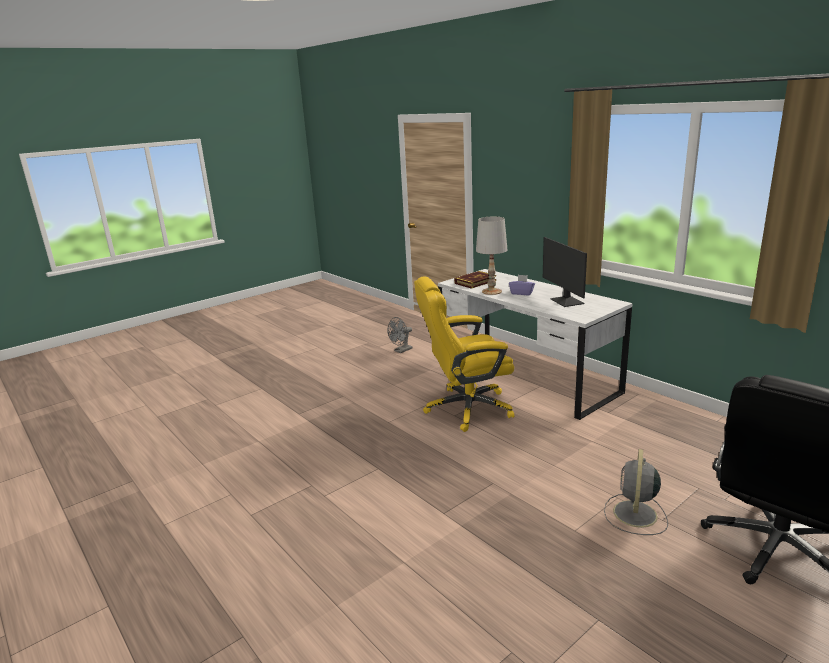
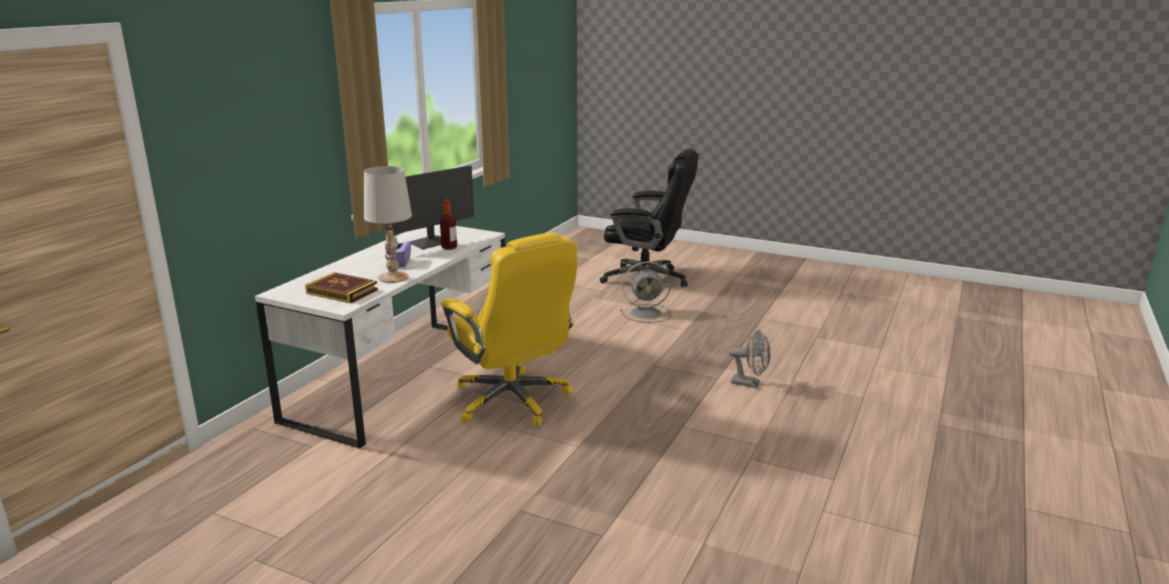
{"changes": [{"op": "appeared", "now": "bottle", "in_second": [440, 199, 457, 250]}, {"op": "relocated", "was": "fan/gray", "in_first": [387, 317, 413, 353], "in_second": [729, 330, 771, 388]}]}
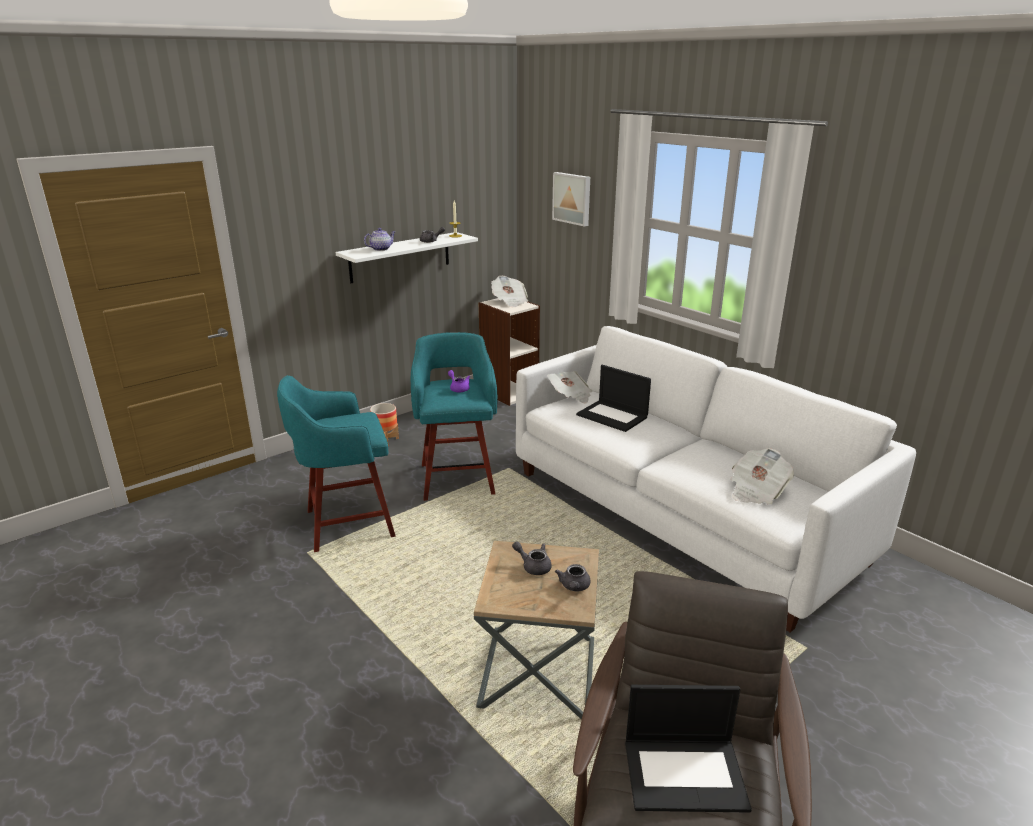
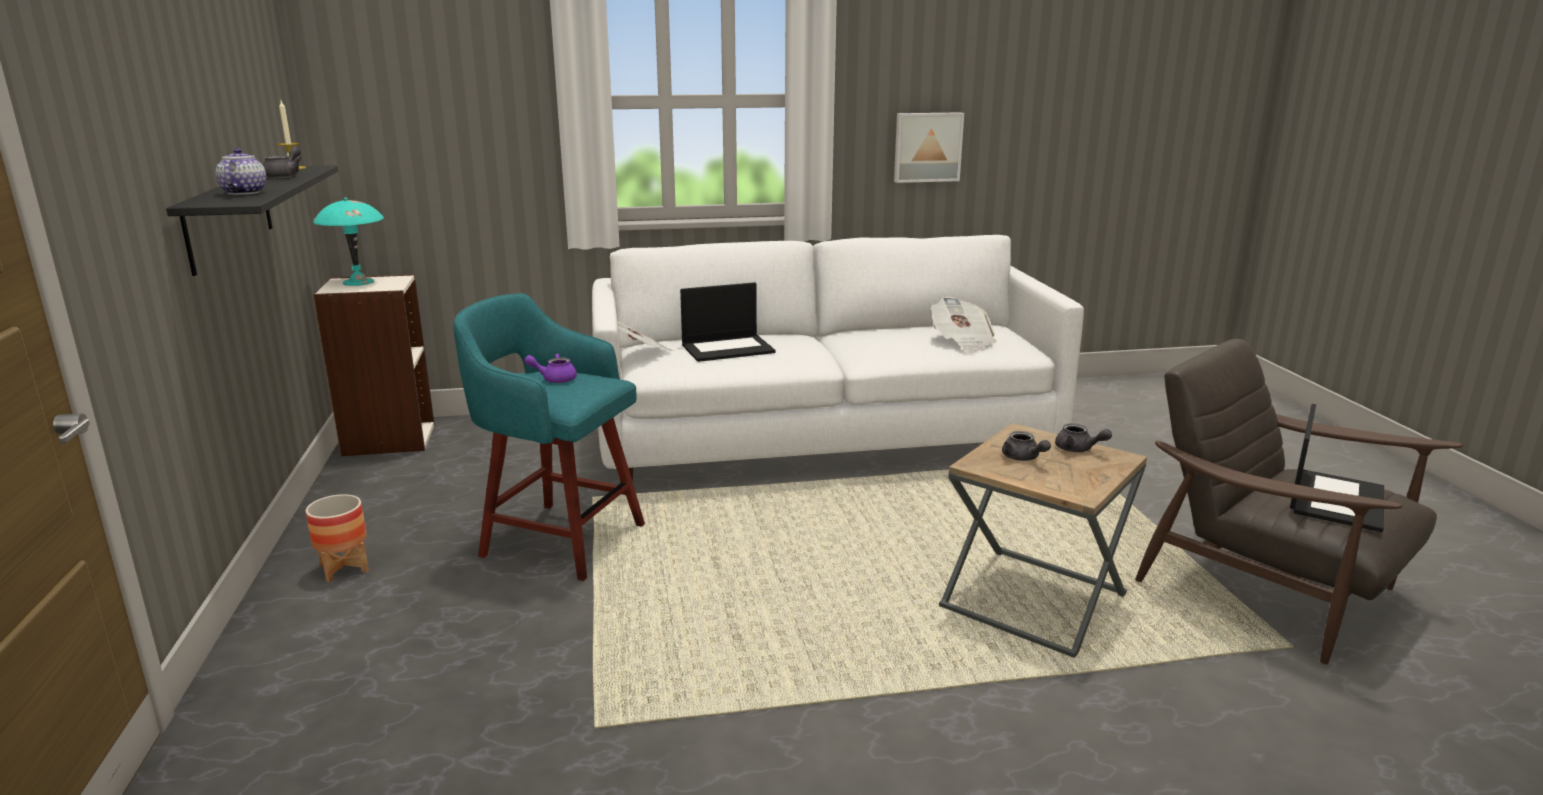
{"changes": [{"op": "missing", "was": "stool seat/turquoise", "in_first": [277, 375, 396, 552]}, {"op": "relocated", "was": "wall art", "in_first": [552, 172, 590, 226], "in_second": [894, 112, 964, 183]}, {"op": "exchanged", "was": "daily paper", "now": "lamp for a table/turquoise", "in_first": [491, 276, 528, 308], "in_second": [313, 197, 384, 286]}, {"op": "colour", "was": "wall shelf/whitish", "now": "wall shelf/black-coloured", "in_first": [336, 232, 478, 283], "in_second": [166, 165, 338, 276]}, {"op": "spun", "was": "pot for tea/gray", "in_first": [512, 541, 552, 575], "in_second": [1002, 431, 1051, 461], "clockwise": -90}]}
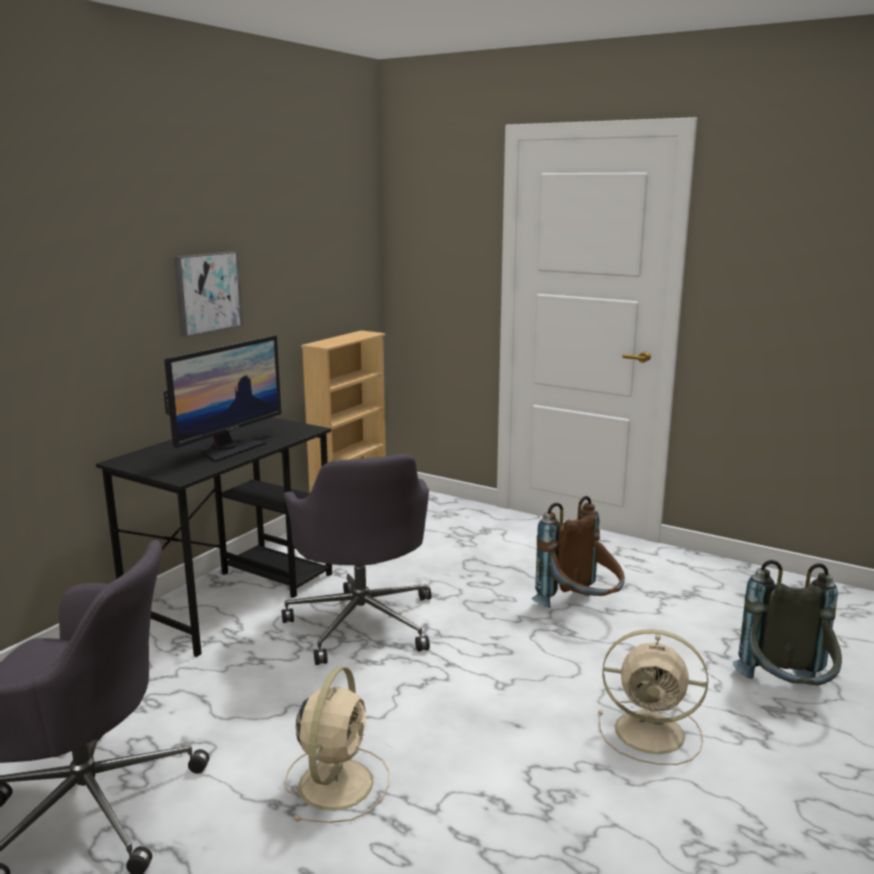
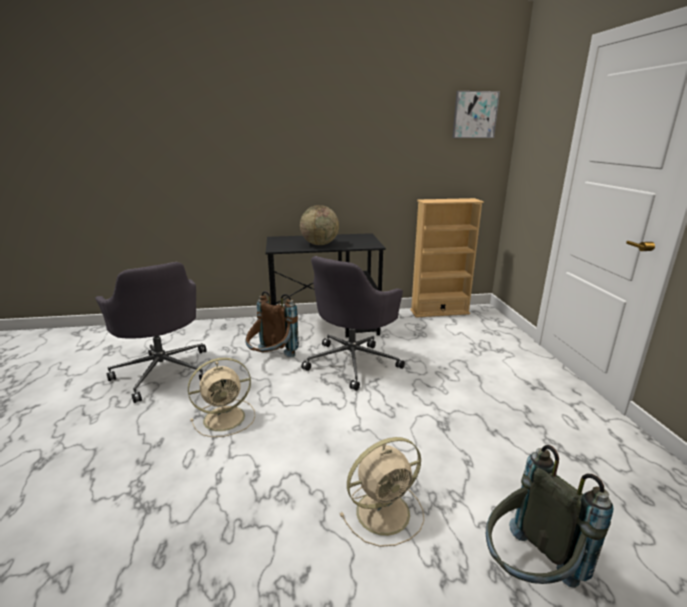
{"changes": [{"op": "relocated", "was": "wall art", "in_first": [174, 251, 243, 337], "in_second": [452, 91, 500, 138]}, {"op": "relocated", "was": "rucksack/brown", "in_first": [532, 496, 625, 608], "in_second": [246, 291, 299, 357]}, {"op": "exchanged", "was": "computer screen", "now": "desk globe", "in_first": [164, 336, 281, 462], "in_second": [300, 205, 339, 245]}, {"op": "spun", "was": "fan/beige-coloured", "in_first": [598, 629, 708, 765], "in_second": [340, 437, 424, 547], "clockwise": -90}]}
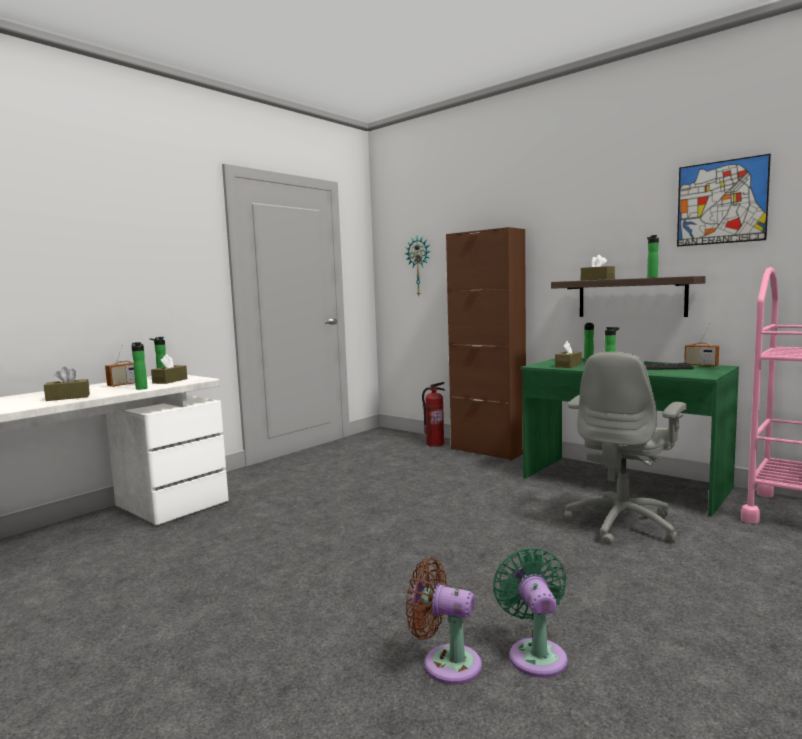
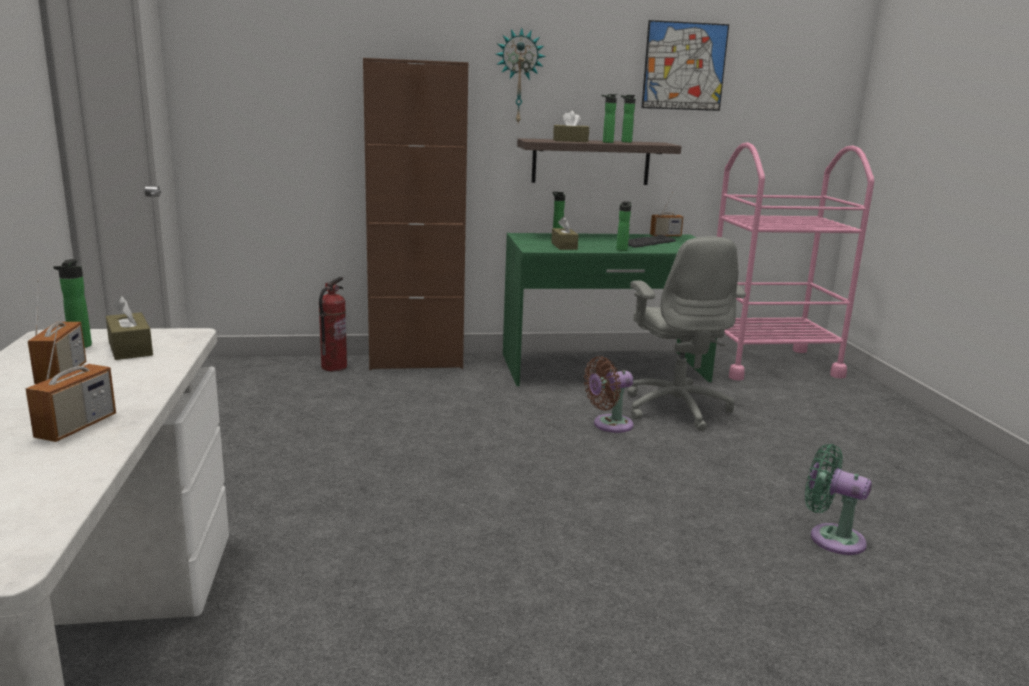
{"changes": [{"op": "relocated", "was": "bottle", "in_first": [131, 342, 148, 390], "in_second": [602, 94, 617, 143]}, {"op": "relocated", "was": "clock on the wall", "in_first": [405, 237, 431, 296], "in_second": [496, 28, 546, 123]}, {"op": "relocated", "was": "fan/brown", "in_first": [406, 558, 482, 685], "in_second": [584, 356, 634, 433]}, {"op": "exchanged", "was": "tissue holder/brown", "now": "radio receiver", "in_first": [44, 367, 90, 401], "in_second": [25, 314, 116, 442]}]}
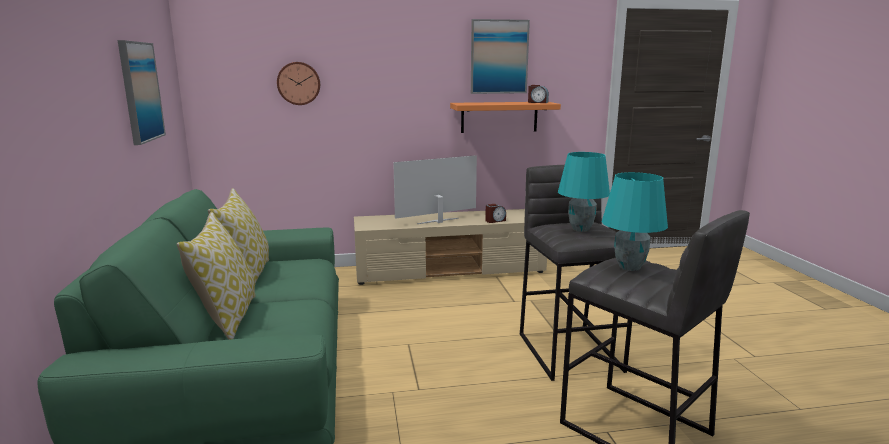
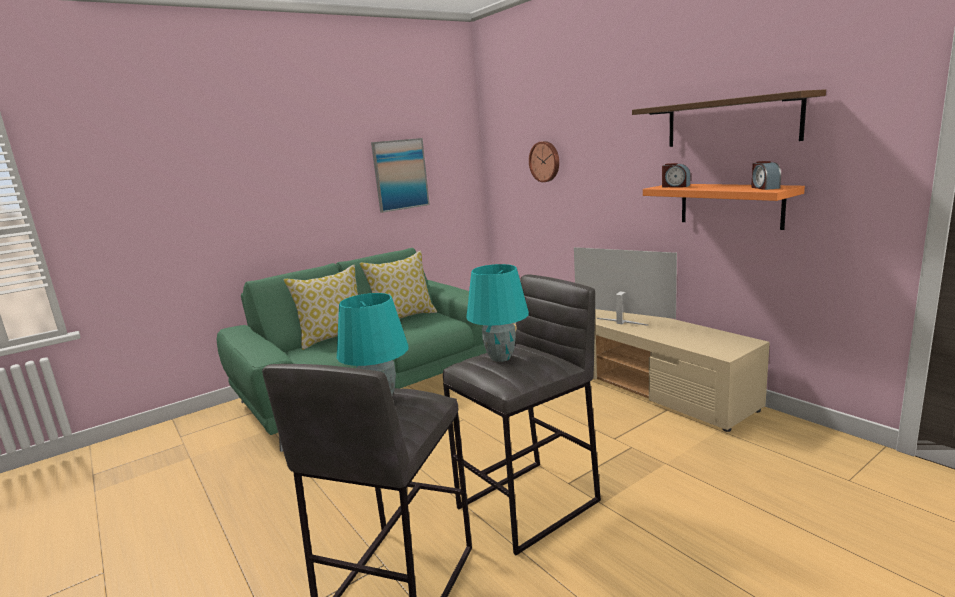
{"changes": [{"op": "relocated", "was": "alarm clock", "in_first": [485, 204, 506, 223], "in_second": [662, 163, 690, 187]}, {"op": "exchanged", "was": "wall art", "now": "wall shelf/brown", "in_first": [471, 19, 530, 94], "in_second": [632, 89, 826, 147]}]}
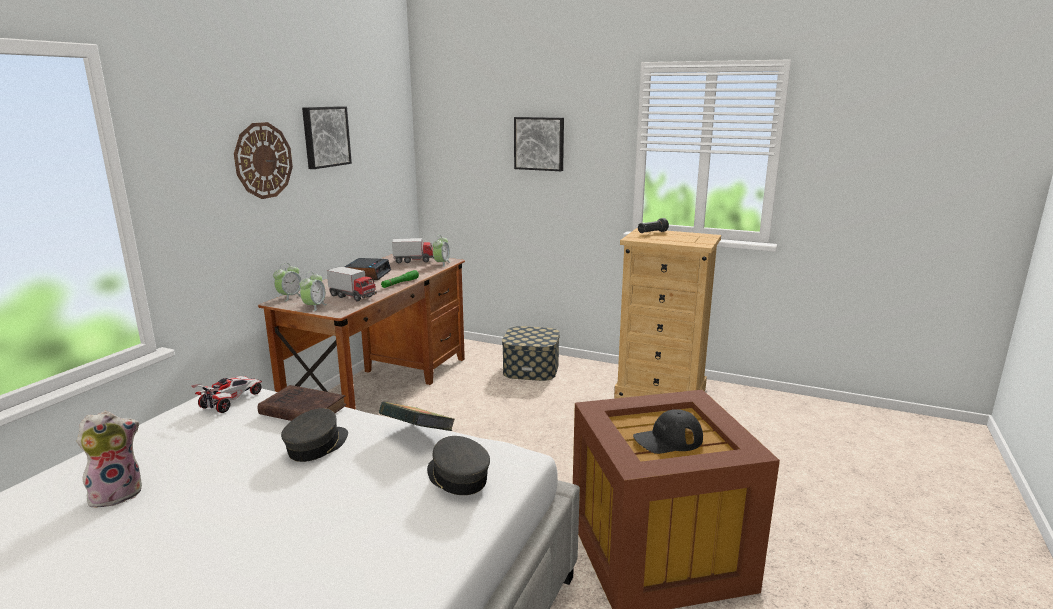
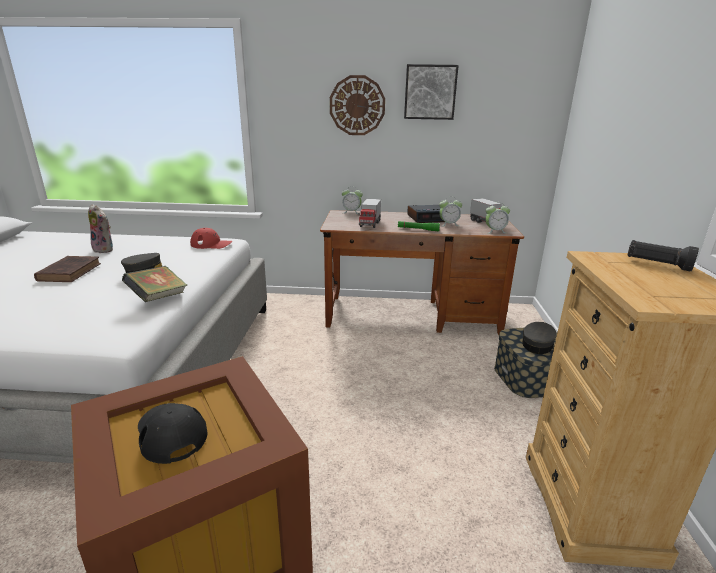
{"changes": [{"op": "missing", "was": "wall art", "in_first": [514, 117, 564, 171]}, {"op": "relocated", "was": "bound book/brown", "in_first": [258, 385, 346, 421], "in_second": [34, 256, 101, 282]}, {"op": "relocated", "was": "alarm clock", "in_first": [299, 271, 327, 312], "in_second": [439, 196, 462, 226]}, {"op": "relocated", "was": "cap/gray", "in_first": [427, 436, 490, 495], "in_second": [522, 322, 557, 354]}, {"op": "exchanged", "was": "model car", "now": "cap/reddish", "in_first": [191, 376, 262, 413], "in_second": [190, 228, 232, 249]}]}
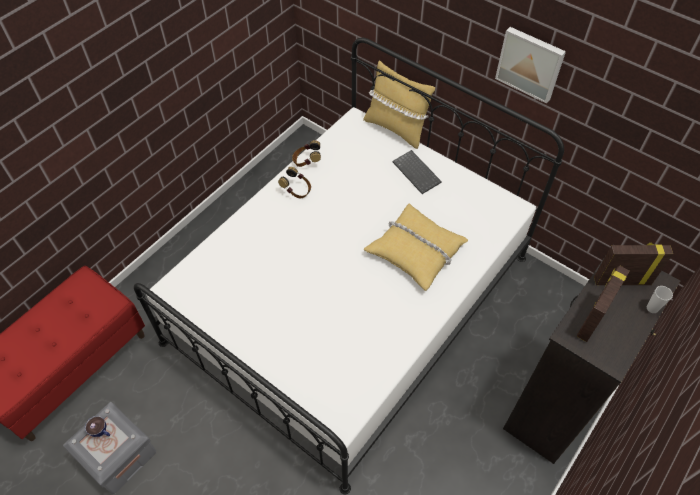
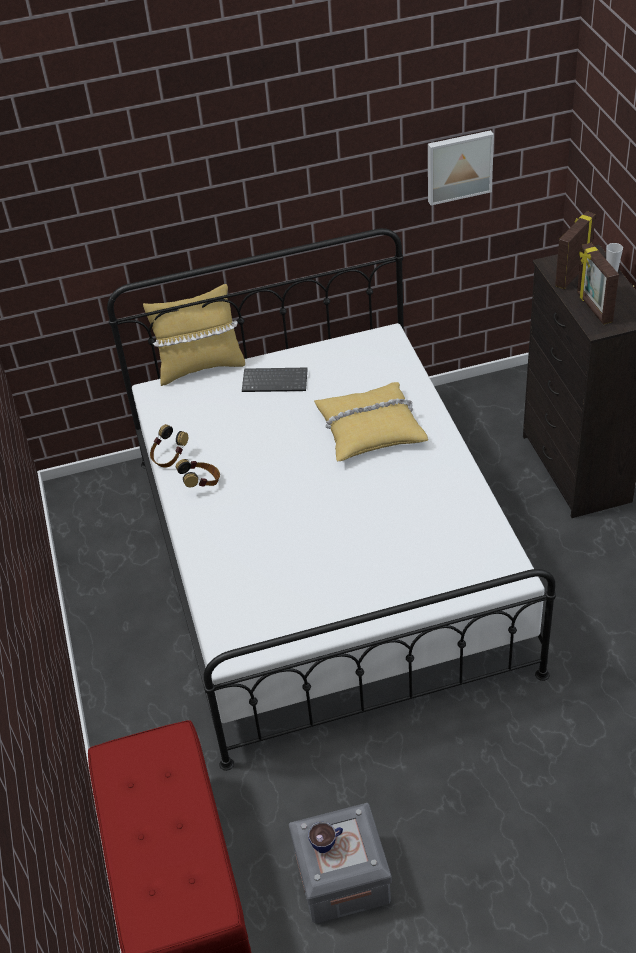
{"changes": [{"op": "relocated", "was": "wall art", "in_first": [495, 27, 566, 104], "in_second": [428, 130, 494, 205]}]}
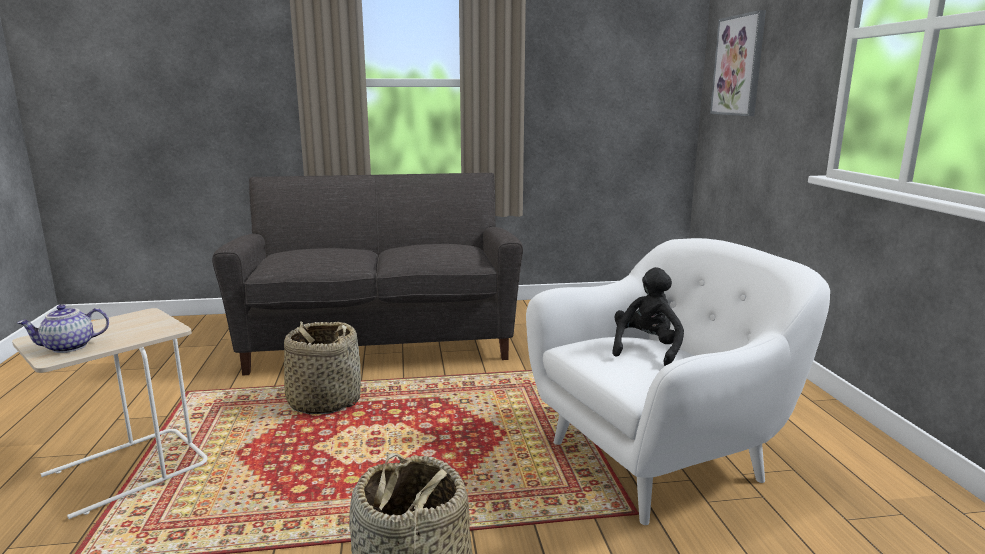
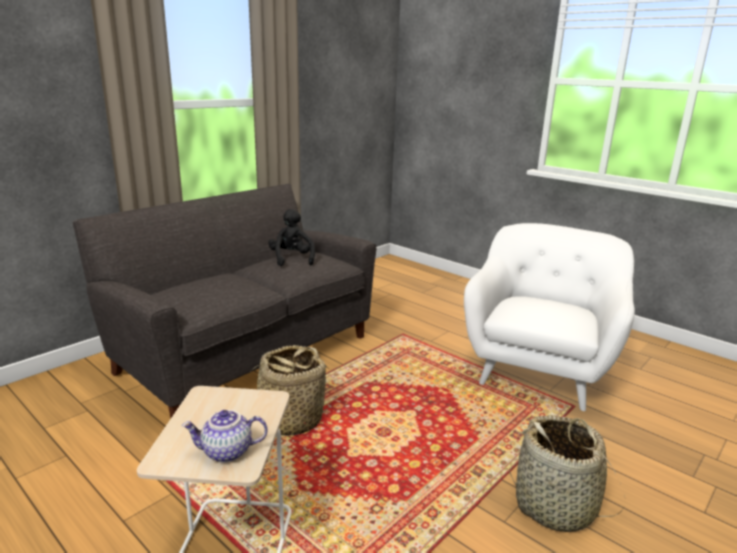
{"changes": [{"op": "missing", "was": "wall art", "in_first": [710, 10, 766, 116]}, {"op": "relocated", "was": "cuddly toy/black-coloured", "in_first": [612, 267, 684, 366], "in_second": [268, 209, 315, 266]}, {"op": "spun", "was": "pot for tea", "in_first": [17, 305, 109, 353], "in_second": [182, 410, 268, 463], "clockwise": 60}]}
